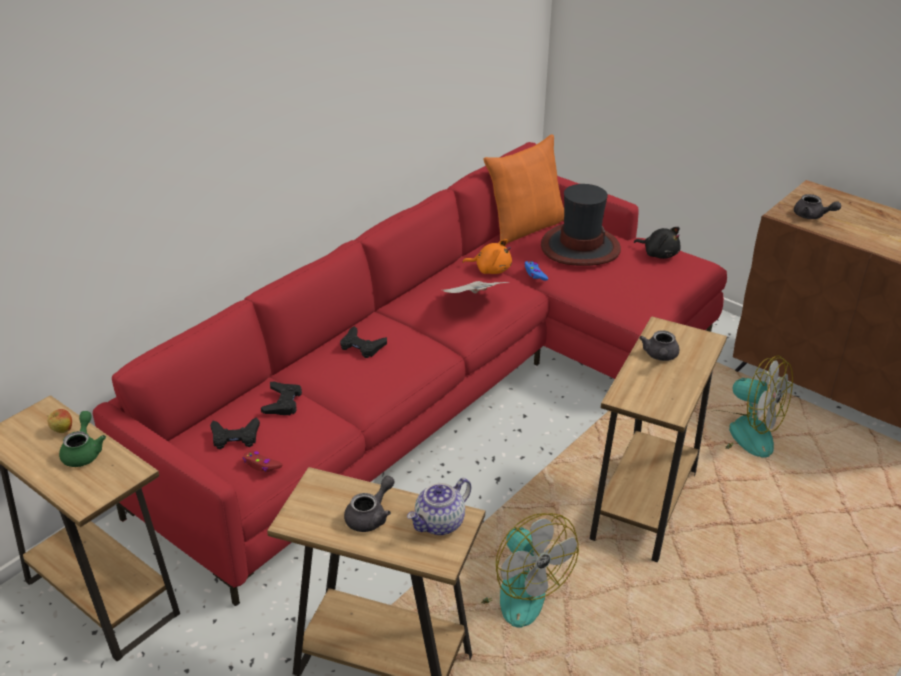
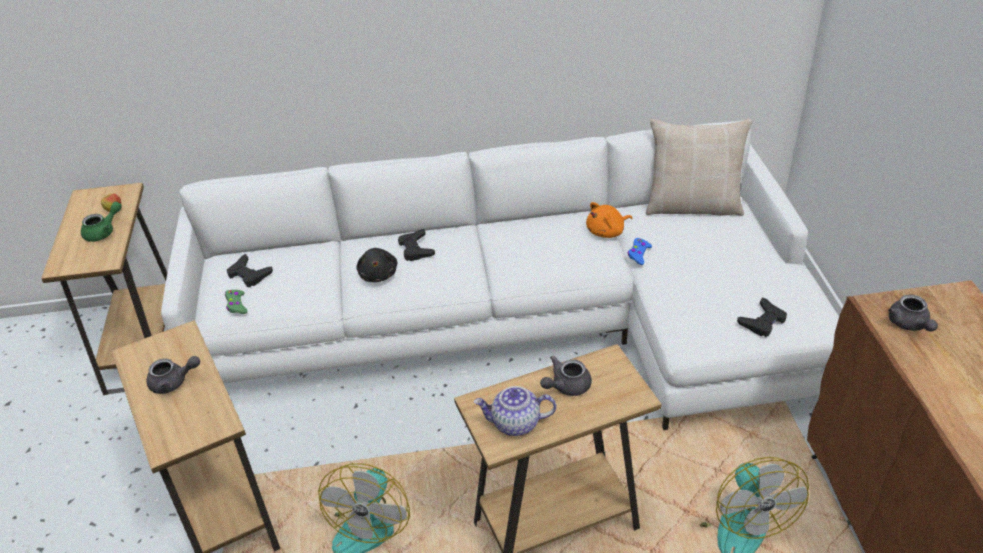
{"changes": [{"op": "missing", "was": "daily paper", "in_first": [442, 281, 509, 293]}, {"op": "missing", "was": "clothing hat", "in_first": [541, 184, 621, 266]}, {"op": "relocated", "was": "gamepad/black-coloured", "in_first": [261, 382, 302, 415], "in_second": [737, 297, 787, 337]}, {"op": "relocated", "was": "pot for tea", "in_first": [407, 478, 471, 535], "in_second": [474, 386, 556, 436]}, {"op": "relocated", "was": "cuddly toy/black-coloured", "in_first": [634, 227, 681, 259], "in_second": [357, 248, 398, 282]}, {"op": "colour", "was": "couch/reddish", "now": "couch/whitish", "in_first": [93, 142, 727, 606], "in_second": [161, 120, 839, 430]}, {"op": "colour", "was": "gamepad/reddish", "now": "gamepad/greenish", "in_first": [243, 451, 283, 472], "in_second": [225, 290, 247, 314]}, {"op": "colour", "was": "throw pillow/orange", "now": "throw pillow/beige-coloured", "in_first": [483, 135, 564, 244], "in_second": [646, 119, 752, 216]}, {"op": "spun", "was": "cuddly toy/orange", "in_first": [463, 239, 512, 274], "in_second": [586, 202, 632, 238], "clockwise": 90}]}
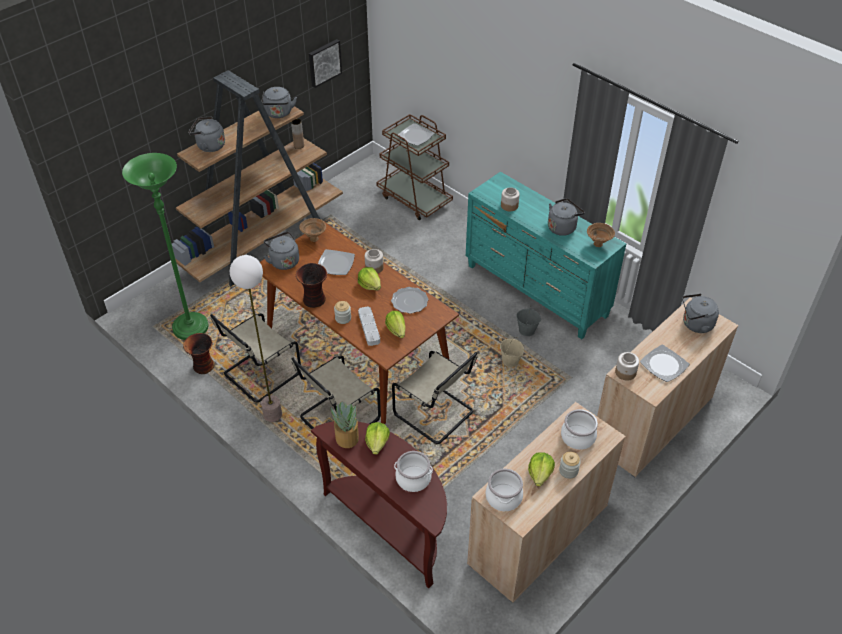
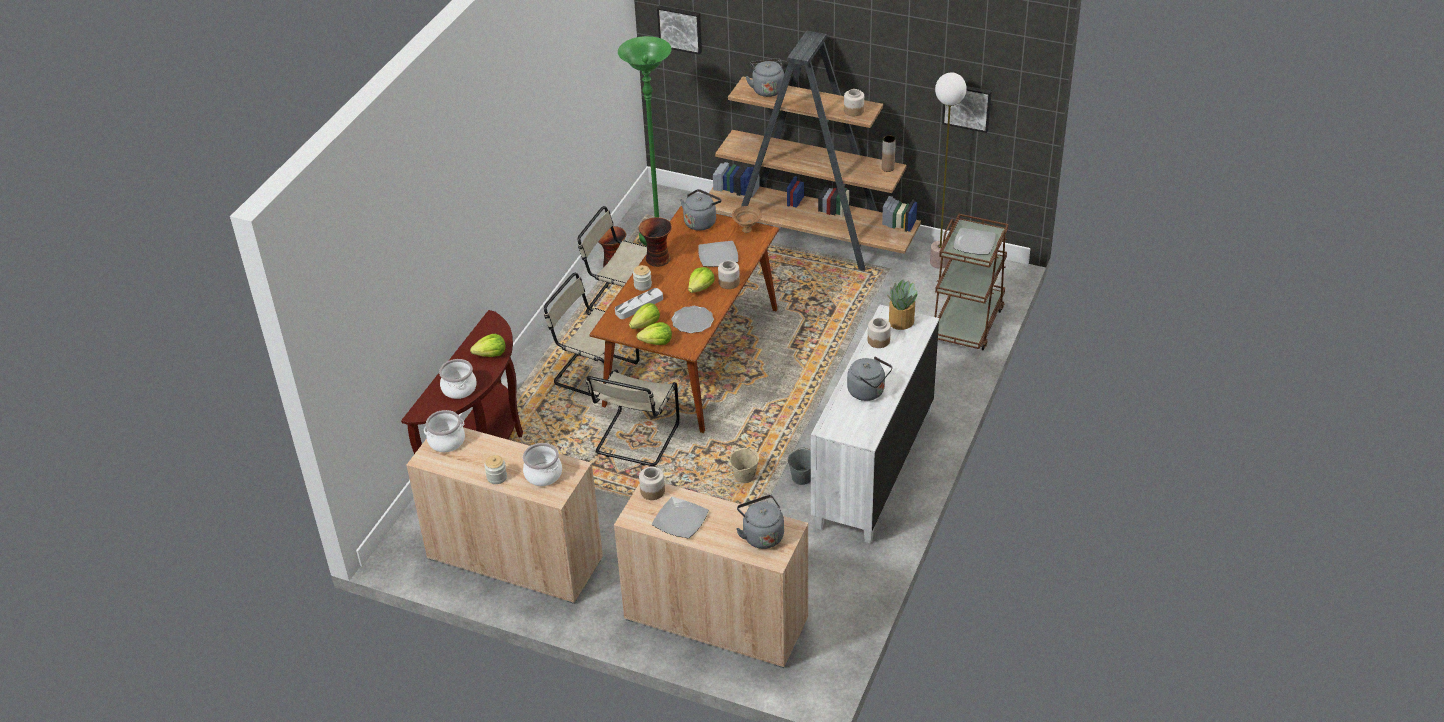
{"changes": [{"op": "missing", "was": "deep dish/brown", "in_first": [587, 223, 615, 247]}, {"op": "appeared", "now": "wall art", "in_second": [657, 6, 702, 55]}, {"op": "relocated", "was": "standard lamp", "in_first": [230, 255, 282, 422], "in_second": [930, 72, 967, 269]}, {"op": "relocated", "was": "potted plant", "in_first": [330, 401, 359, 448], "in_second": [887, 279, 917, 330]}, {"op": "relocated", "was": "lettuce head", "in_first": [528, 452, 555, 487], "in_second": [637, 322, 672, 345]}, {"op": "exchanged", "was": "tea kettle/gray", "now": "storage jar", "in_first": [261, 87, 297, 118], "in_second": [844, 89, 864, 116]}, {"op": "colour", "was": "drawer chest/turquoise", "now": "drawer chest/whitish", "in_first": [466, 172, 626, 339], "in_second": [811, 305, 939, 543]}]}
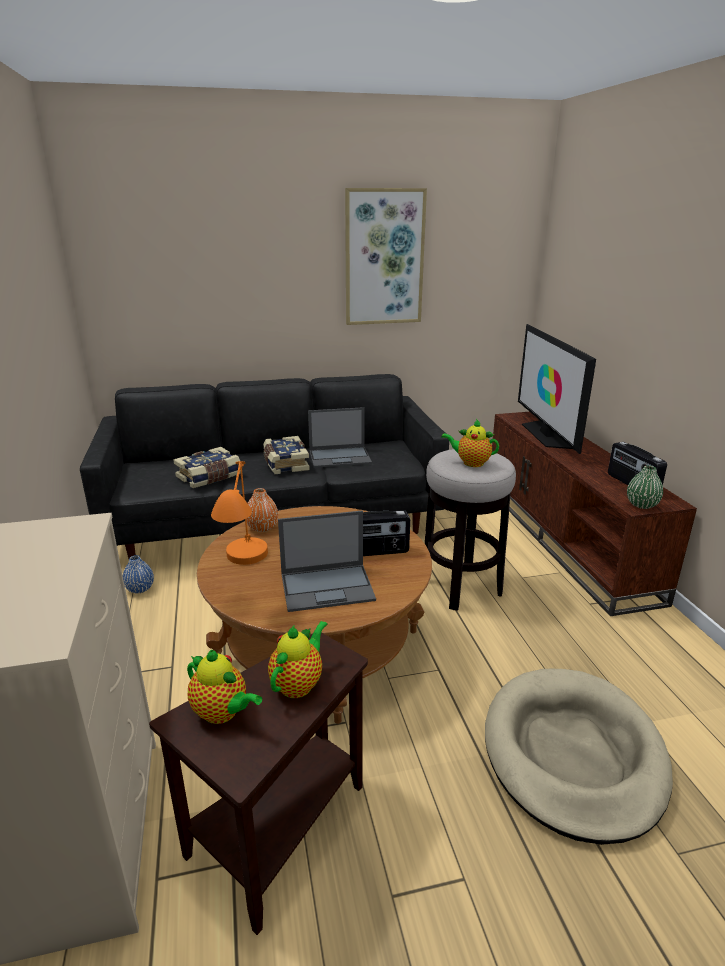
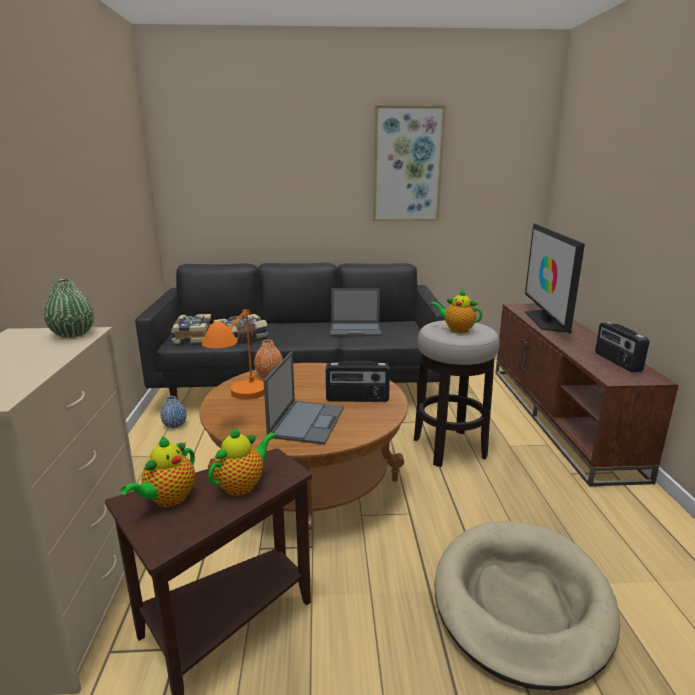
{"changes": [{"op": "relocated", "was": "bound book", "in_first": [263, 436, 310, 474], "in_second": [171, 314, 211, 344]}, {"op": "relocated", "was": "vase/greenish", "in_first": [627, 465, 663, 509], "in_second": [44, 279, 94, 338]}, {"op": "spun", "was": "pot for tea", "in_first": [187, 650, 262, 724], "in_second": [121, 436, 195, 507], "clockwise": 75}, {"op": "spun", "was": "notebook computer", "in_first": [278, 511, 376, 612], "in_second": [263, 352, 344, 445], "clockwise": -75}]}
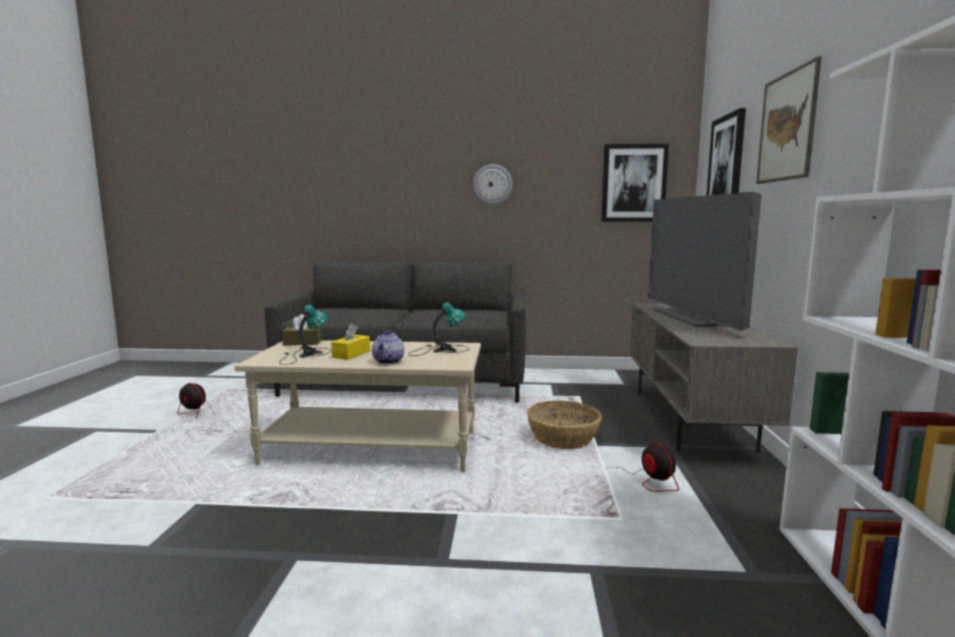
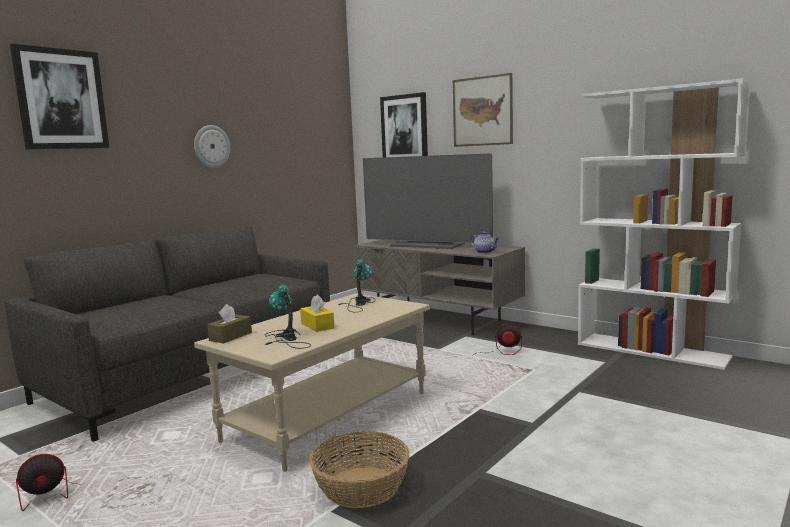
{"changes": [{"op": "relocated", "was": "pot for tea", "in_first": [372, 331, 404, 364], "in_second": [470, 232, 500, 253]}, {"op": "relocated", "was": "household basket", "in_first": [527, 400, 602, 449], "in_second": [309, 431, 410, 508]}, {"op": "relocated", "was": "wall art", "in_first": [601, 144, 669, 222], "in_second": [10, 44, 109, 149]}]}
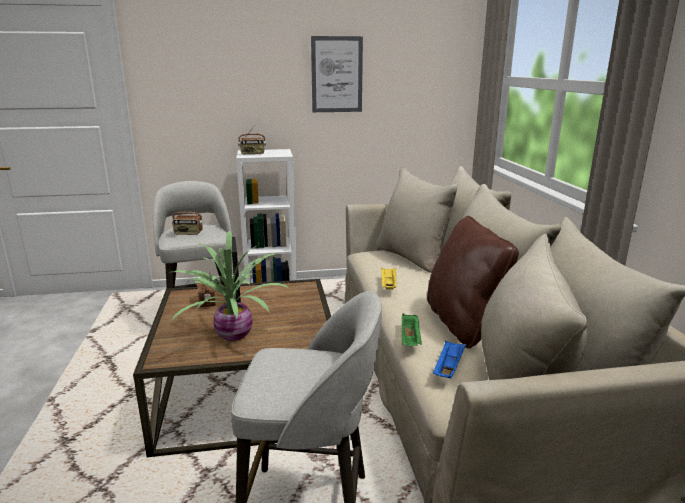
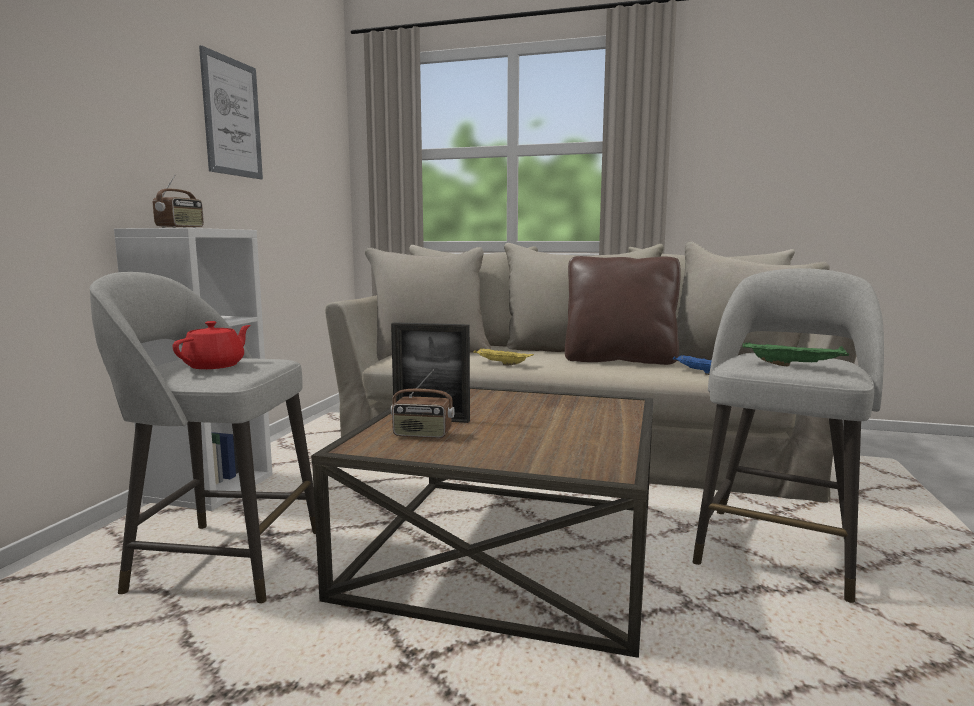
{"changes": [{"op": "missing", "was": "potted plant", "in_first": [171, 231, 290, 341]}, {"op": "relocated", "was": "serving tray/greenish", "in_first": [402, 313, 422, 346], "in_second": [743, 342, 849, 367]}, {"op": "exchanged", "was": "radio receiver", "now": "pot for tea/reddish", "in_first": [172, 202, 203, 235], "in_second": [173, 321, 251, 369]}]}
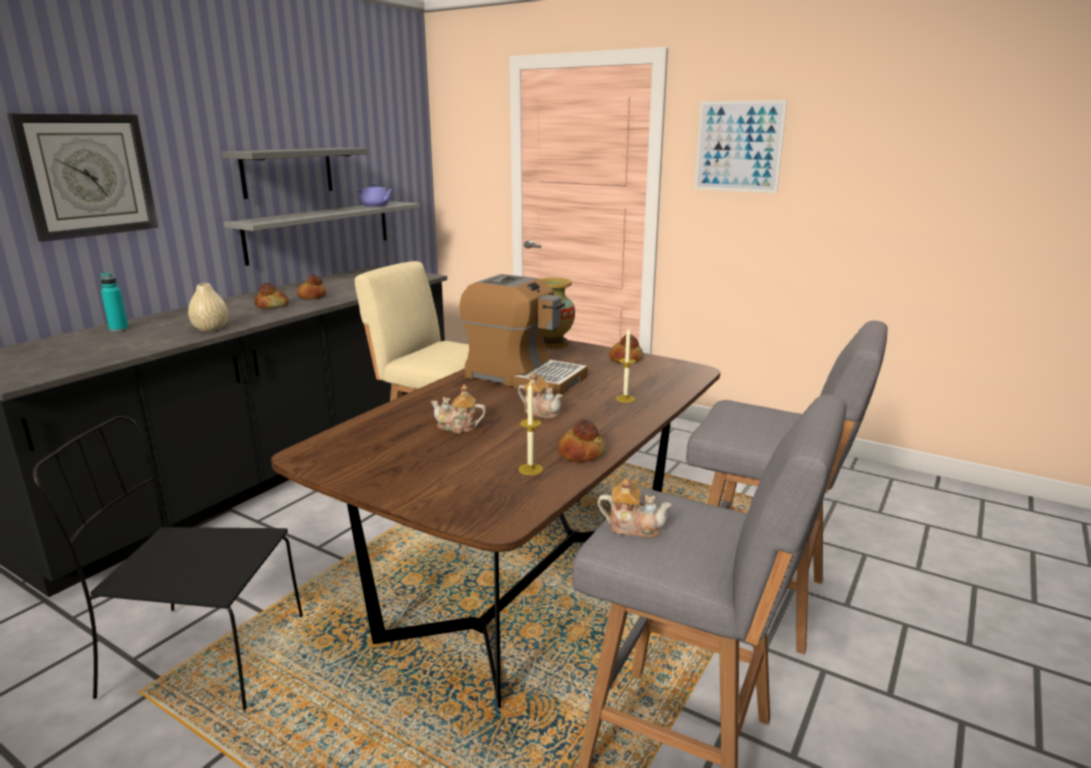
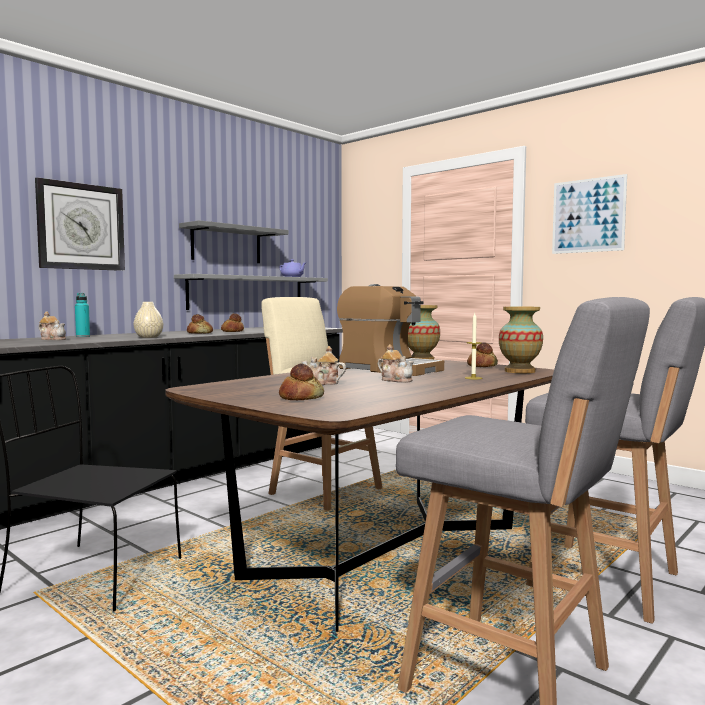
{"changes": [{"op": "missing", "was": "wax light", "in_first": [518, 383, 543, 475]}, {"op": "appeared", "now": "vase", "in_second": [499, 306, 543, 373]}, {"op": "relocated", "was": "baked bread", "in_first": [558, 419, 606, 462], "in_second": [279, 364, 324, 400]}, {"op": "relocated", "was": "pot for tea", "in_first": [597, 478, 672, 538], "in_second": [39, 312, 66, 340]}]}
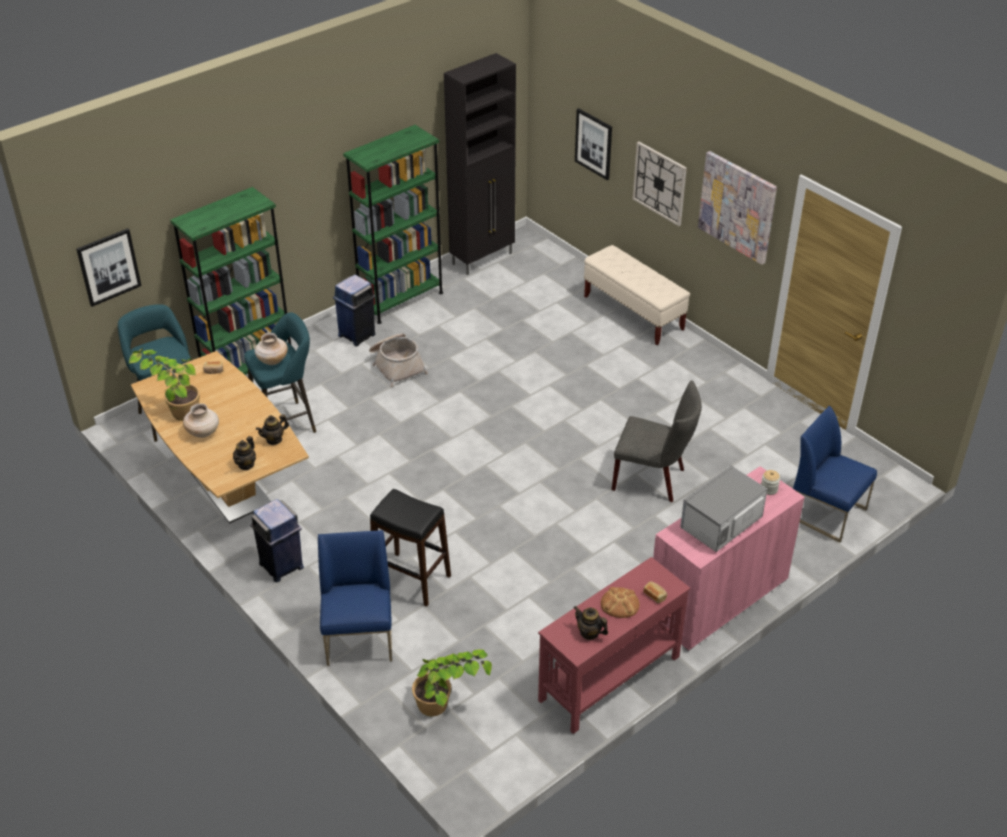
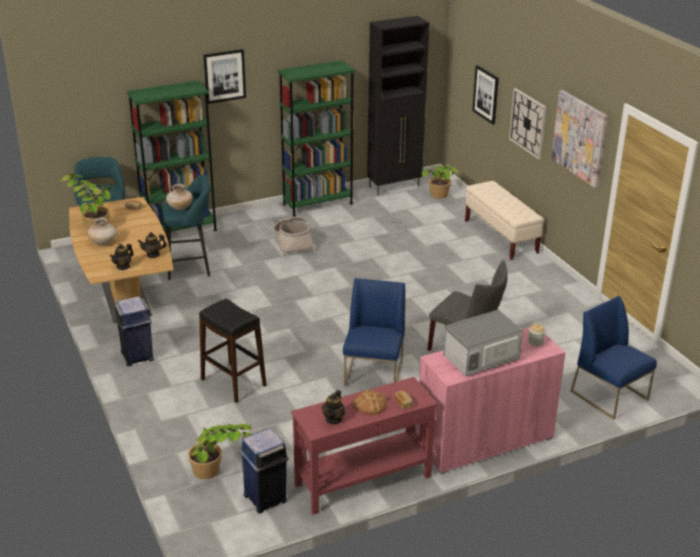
{"changes": [{"op": "appeared", "now": "potted plant", "in_second": [422, 164, 459, 199]}, {"op": "relocated", "was": "wall art", "in_first": [76, 228, 141, 307], "in_second": [203, 49, 246, 104]}, {"op": "relocated", "was": "chair/blue-coloured", "in_first": [318, 530, 392, 666], "in_second": [343, 278, 405, 386]}, {"op": "relocated", "was": "rubbish bin/blue-coloured", "in_first": [333, 275, 375, 346], "in_second": [240, 428, 289, 514]}, {"op": "spun", "was": "pot for tea", "in_first": [574, 606, 608, 640], "in_second": [322, 390, 346, 424], "clockwise": -120}]}
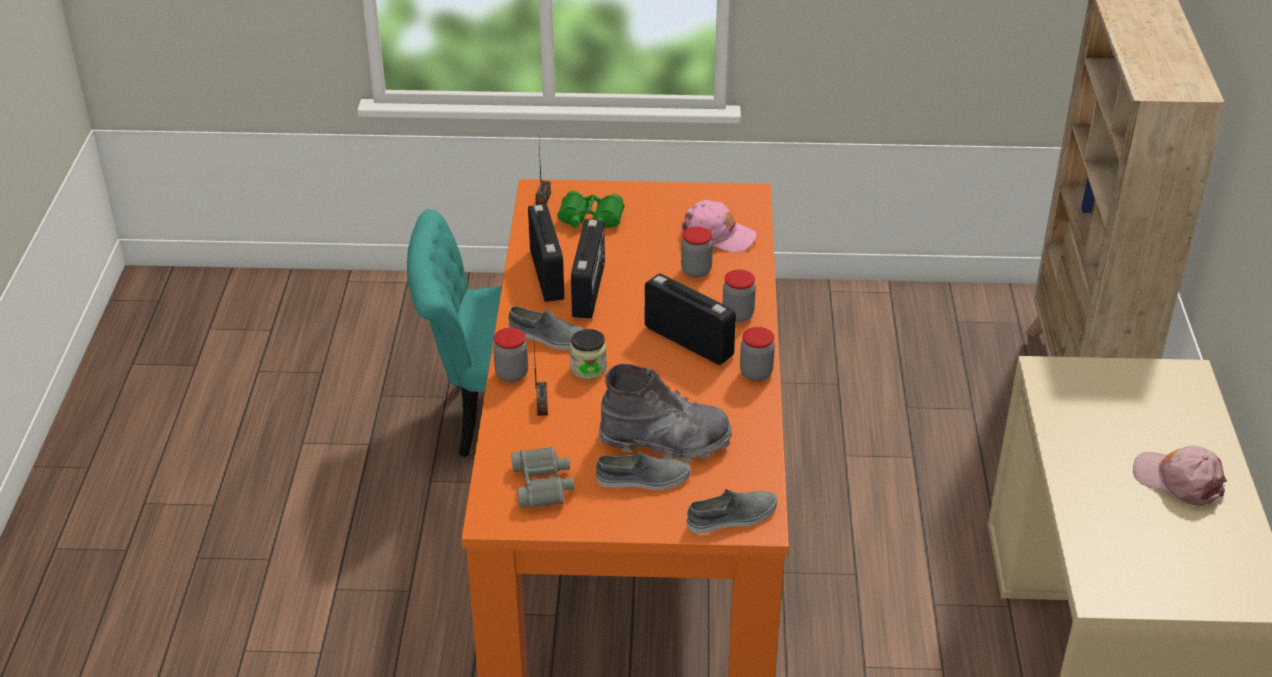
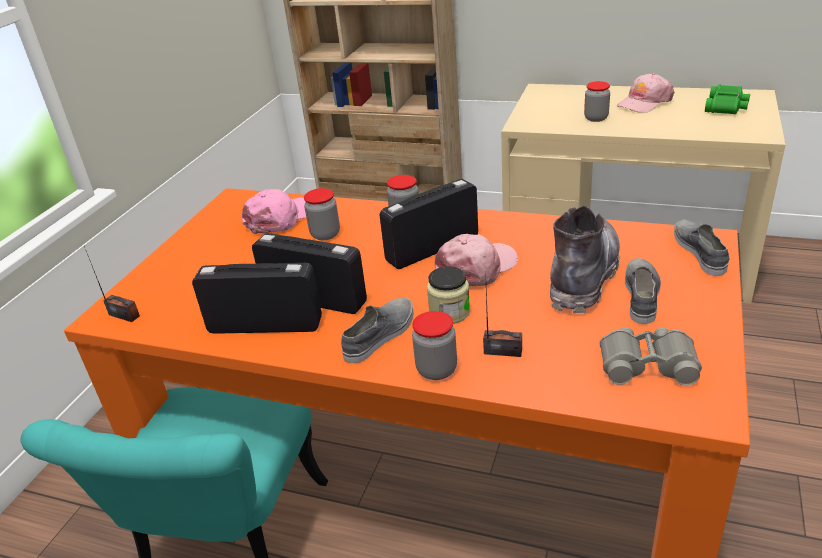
{"changes": [{"op": "appeared", "now": "cap/pinkish", "in_second": [435, 234, 518, 287]}, {"op": "relocated", "was": "pair of binoculars/greenish", "in_first": [557, 191, 625, 228], "in_second": [705, 84, 750, 115]}, {"op": "relocated", "was": "storage jar", "in_first": [740, 327, 775, 381], "in_second": [584, 81, 610, 122]}]}
